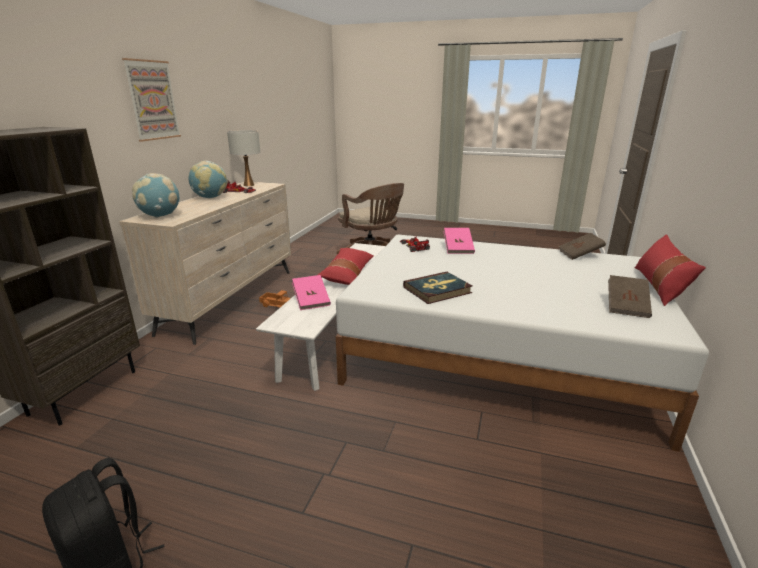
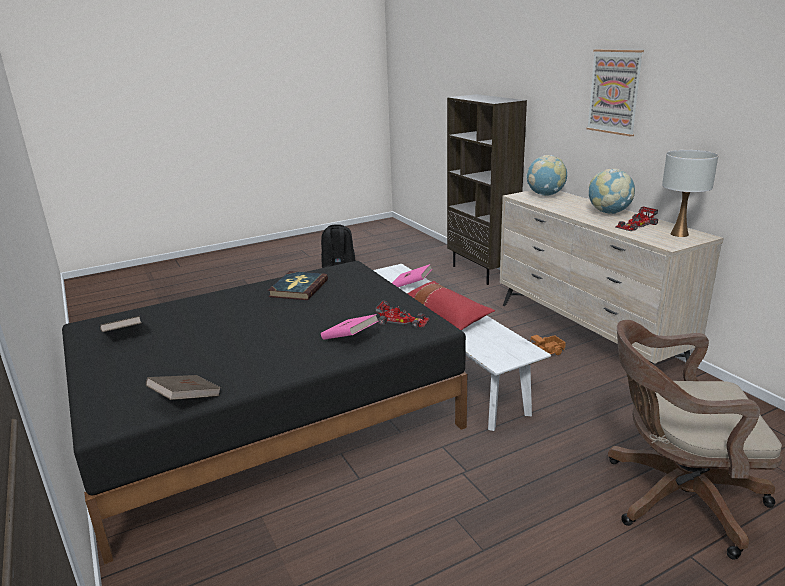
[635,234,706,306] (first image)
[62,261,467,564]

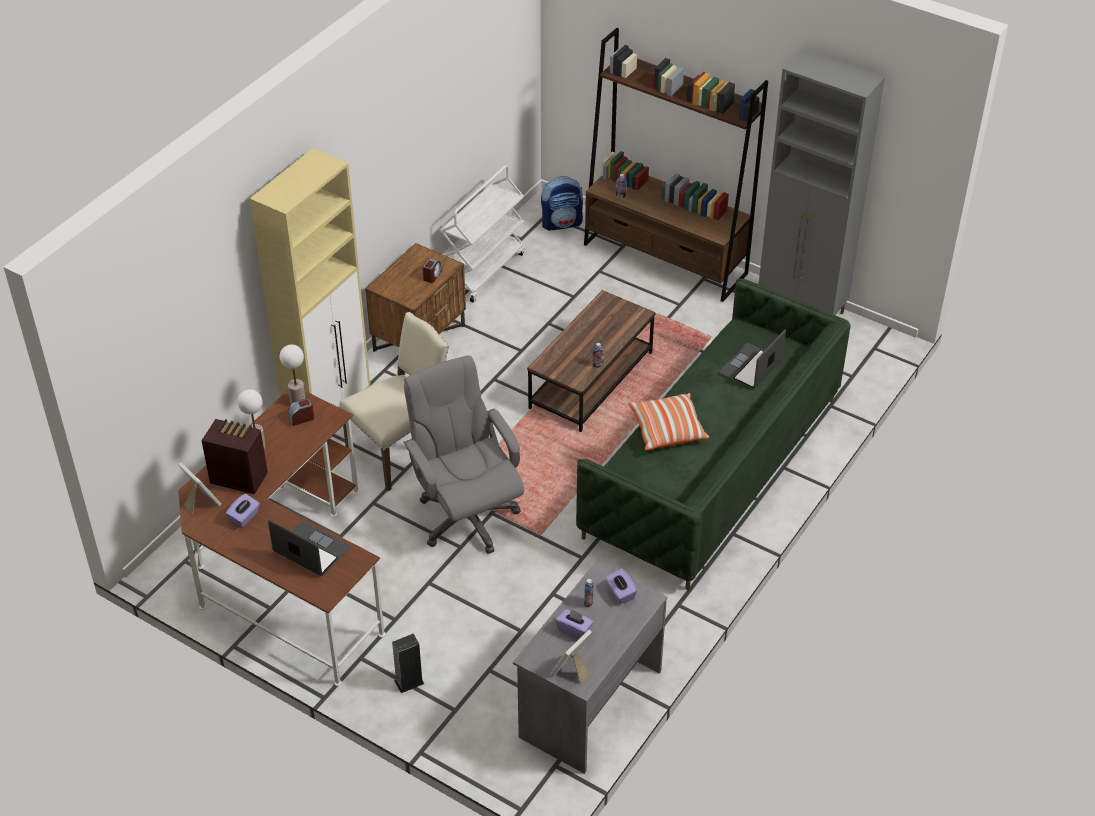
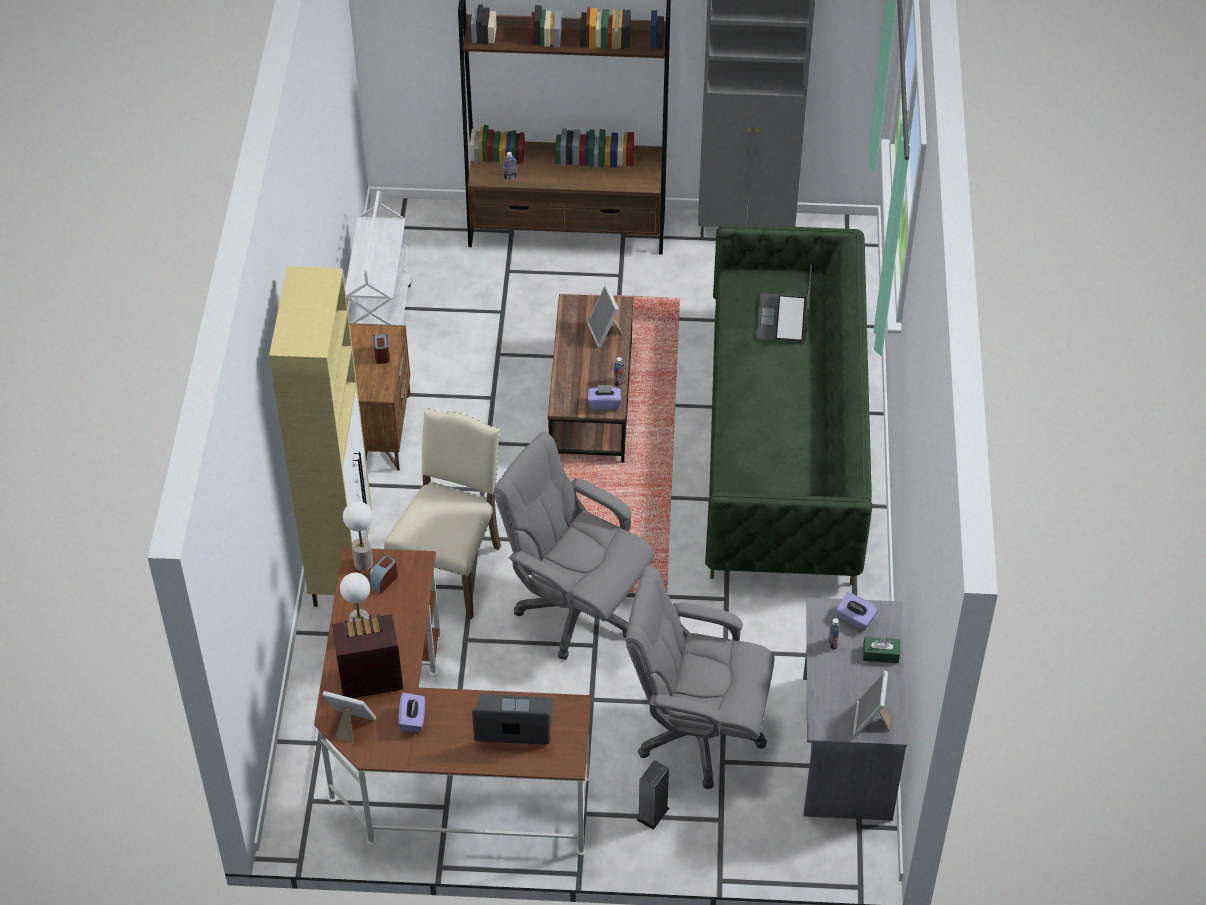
[541,176,583,230] (first image)
[628,393,709,450] (first image)
[588,385,621,411]
[587,285,623,348]
[626,566,774,789]
[863,637,900,663]

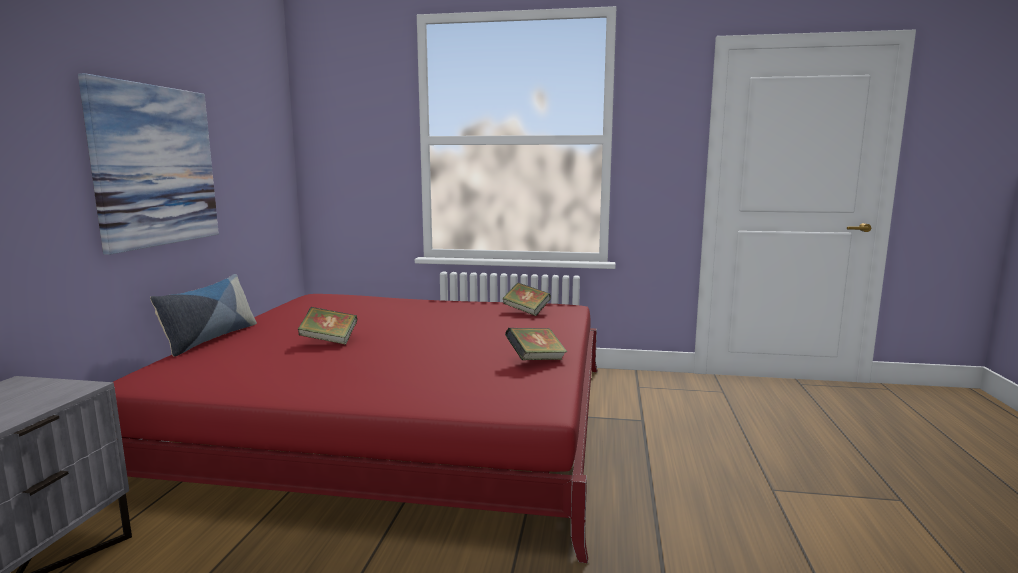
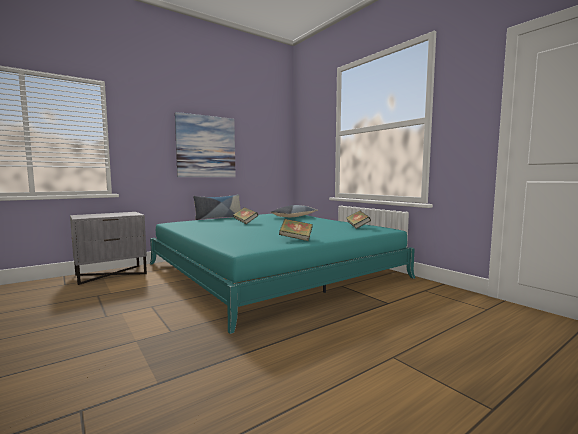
[150,214,415,334]
[270,205,318,217]

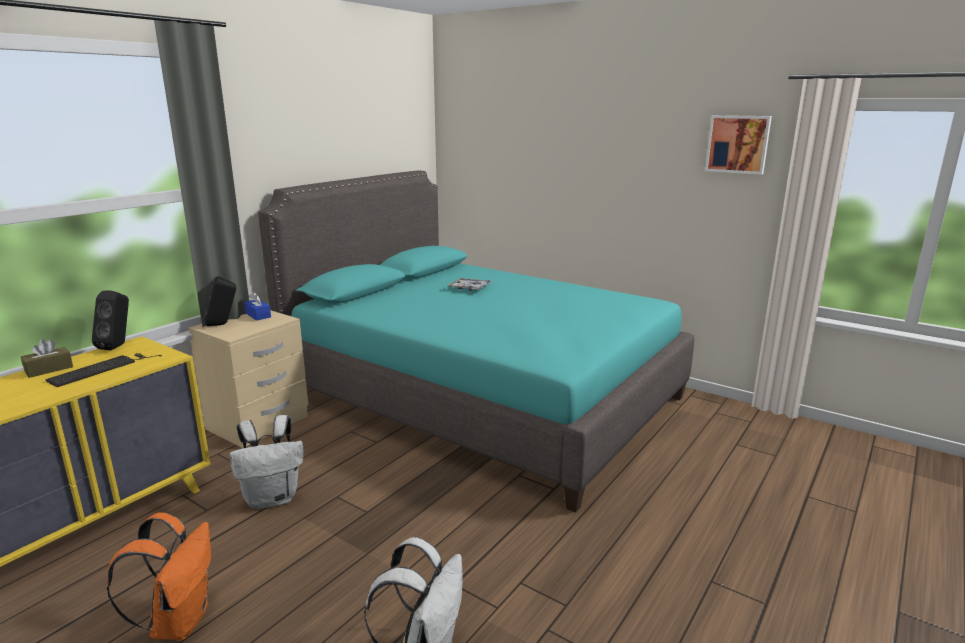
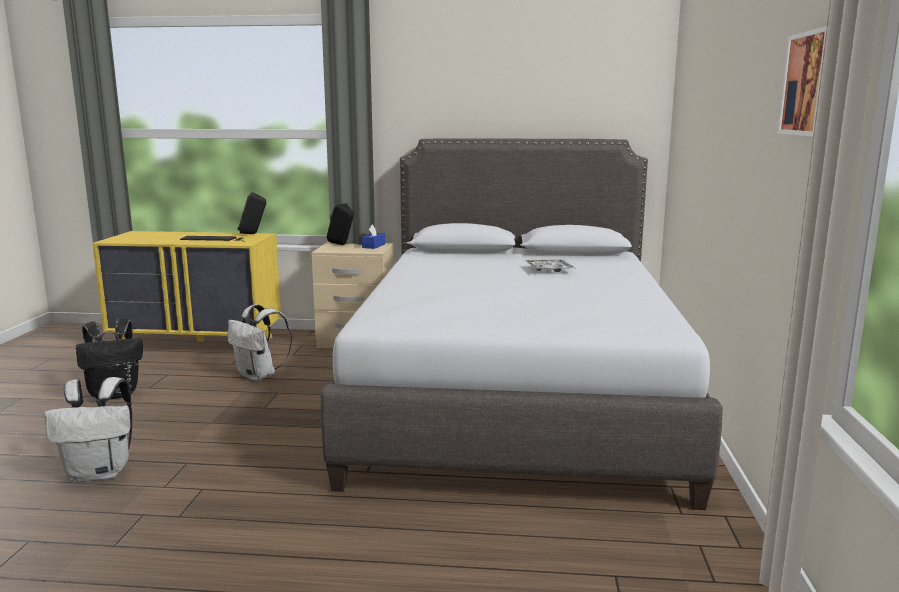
[321,138,723,510]
[21,339,73,378] (first image)
[76,318,143,399]

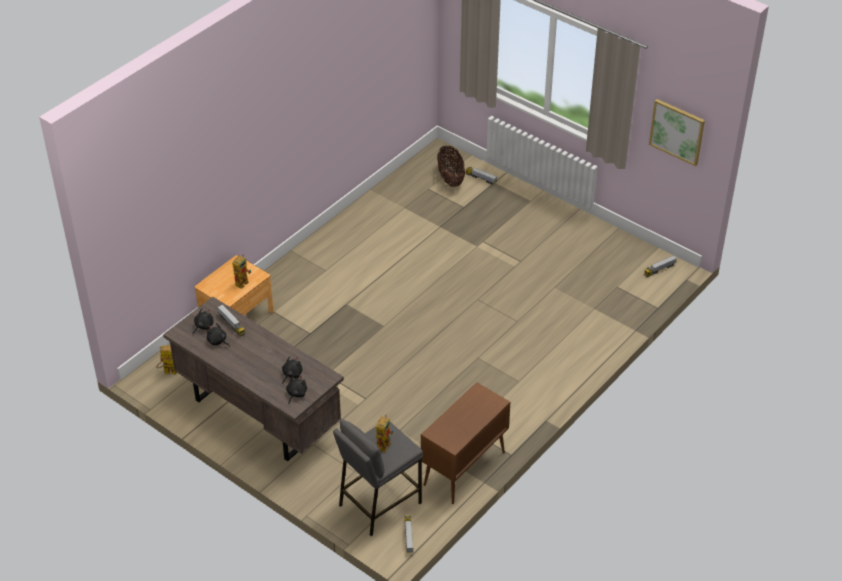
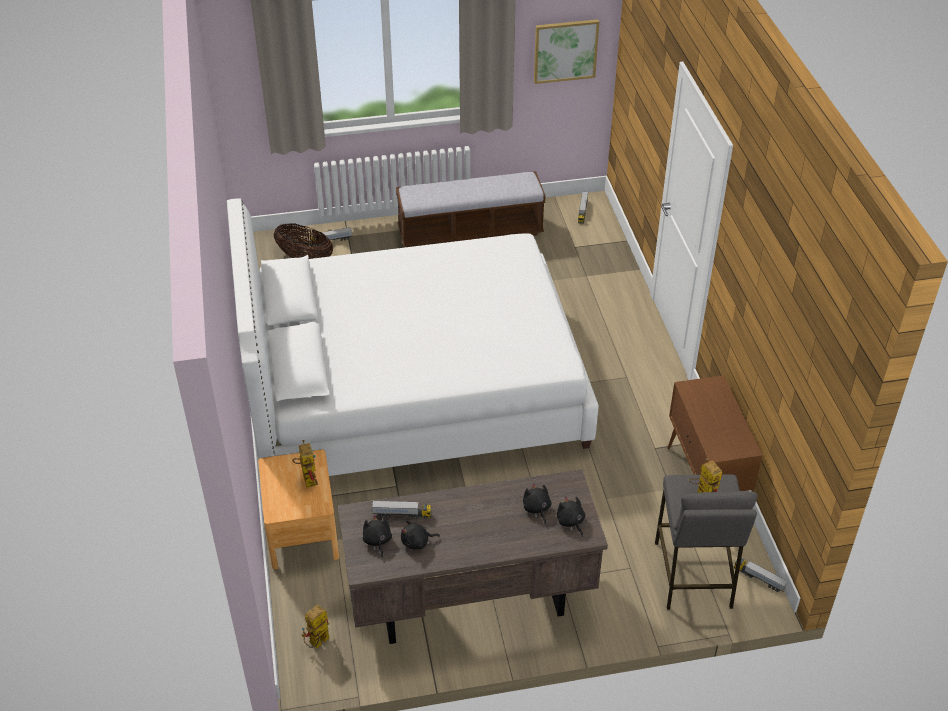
[396,171,545,248]
[227,198,599,476]

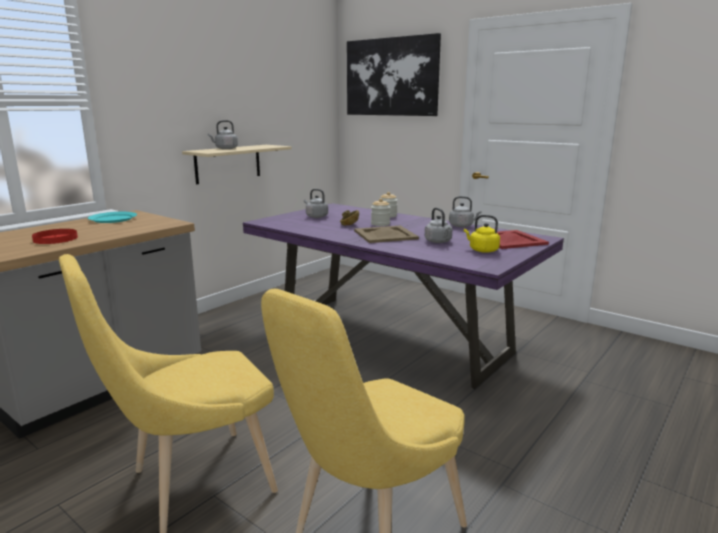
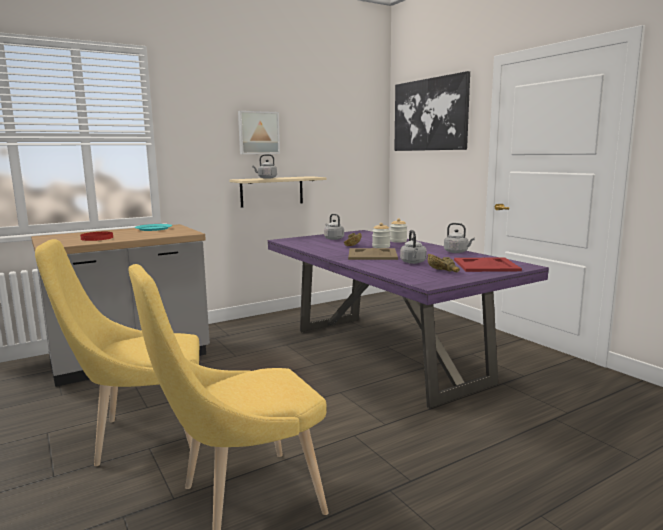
[428,254,460,272]
[238,111,280,154]

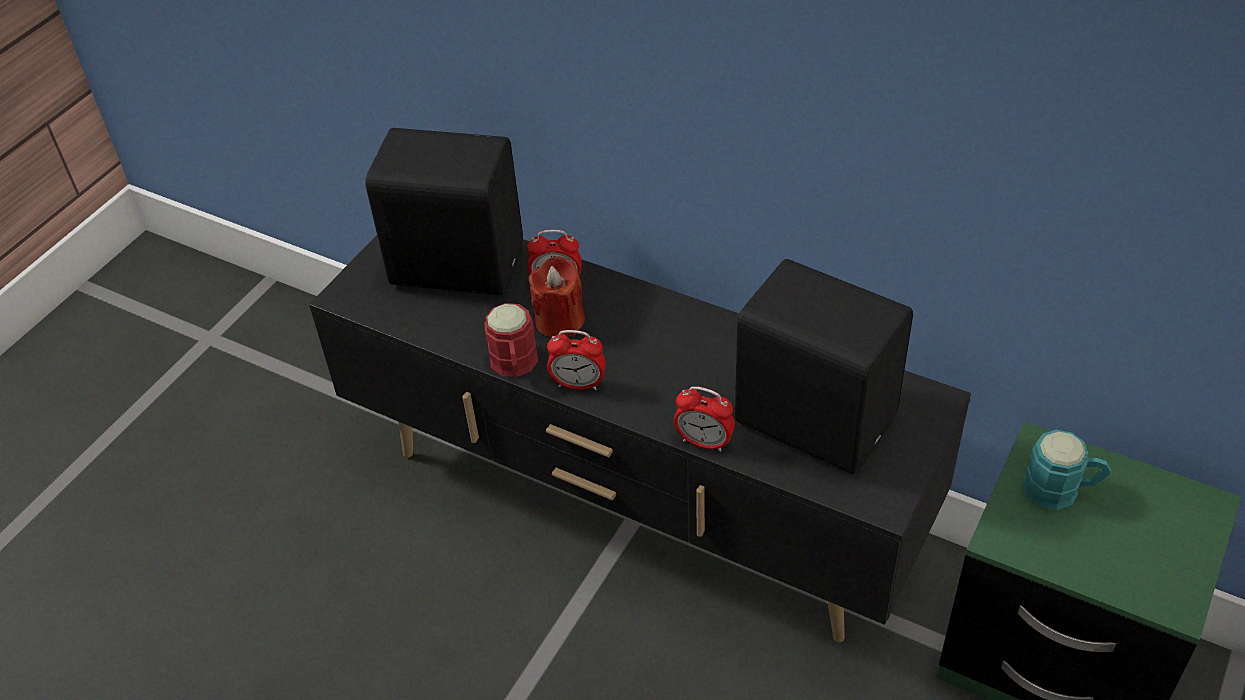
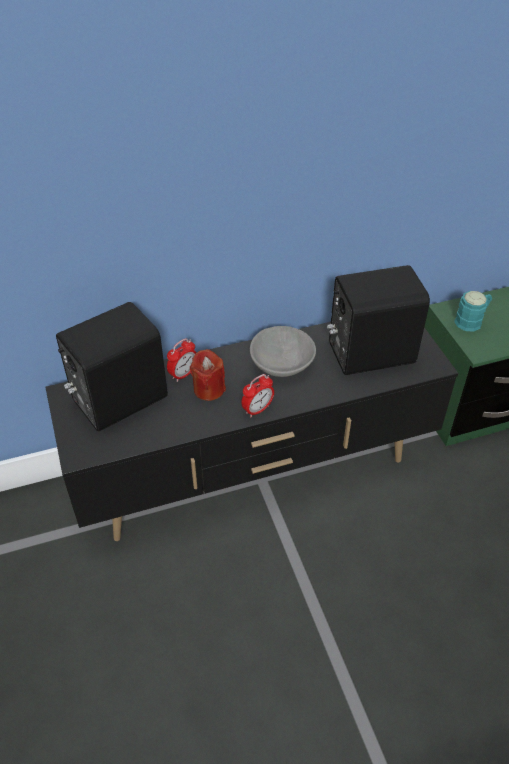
[484,303,538,377] (first image)
[674,386,735,452] (first image)
[250,326,316,377]

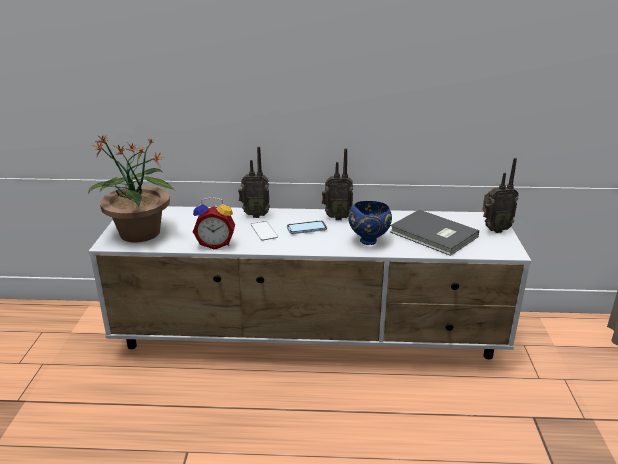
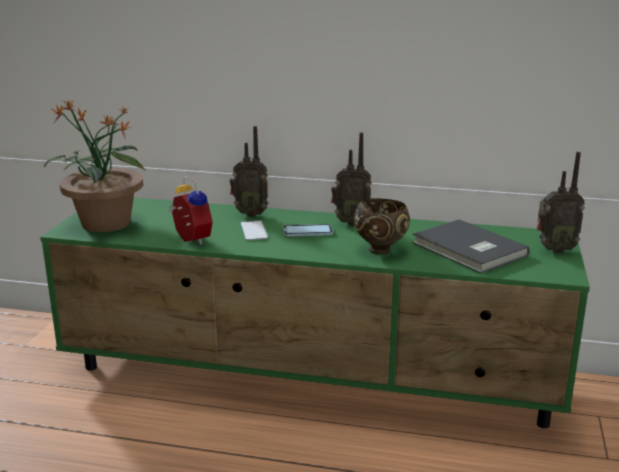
[169,177,213,245]
[354,198,410,255]
[40,198,590,428]

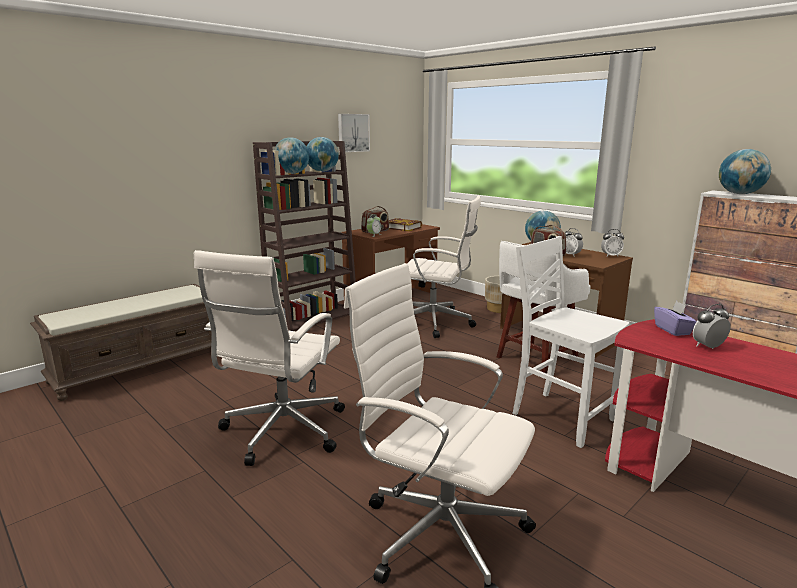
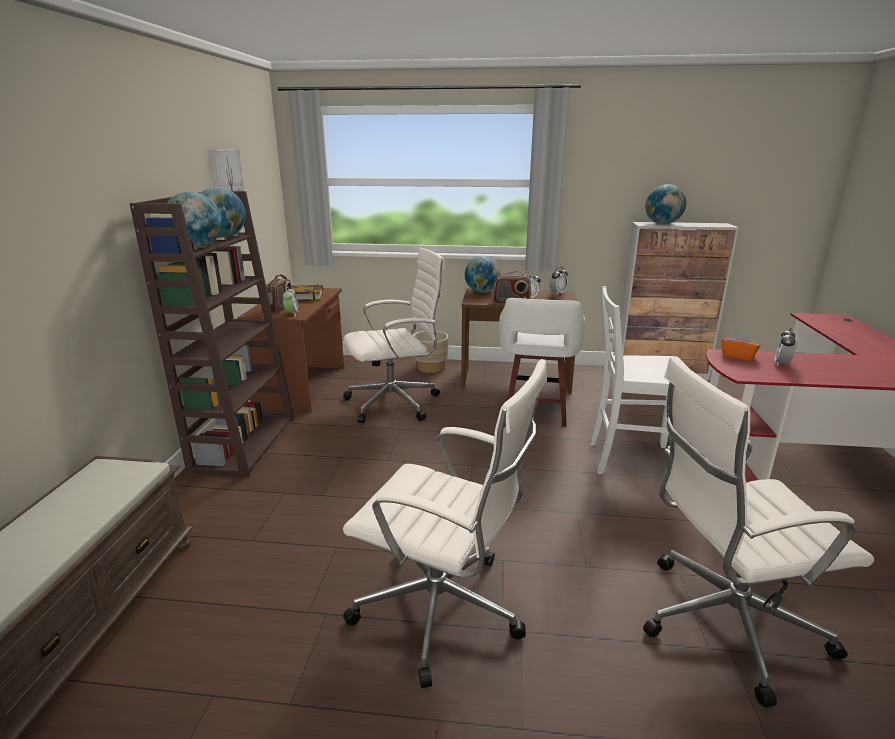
[343,359,547,688]
[721,330,760,361]

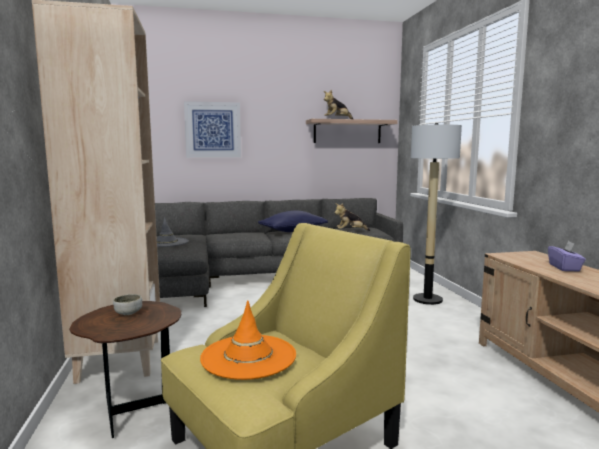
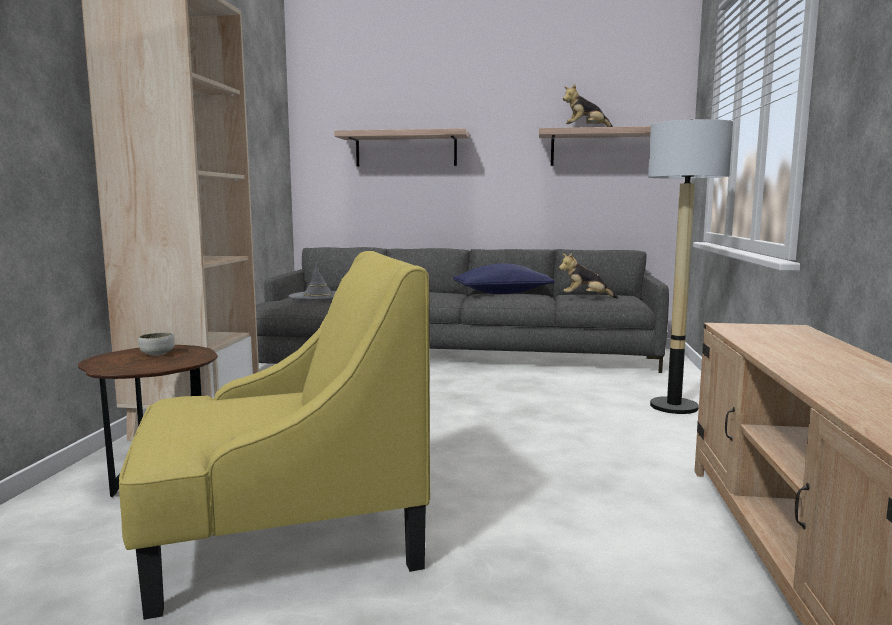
[334,128,469,167]
[548,241,586,271] (first image)
[200,300,296,380] (first image)

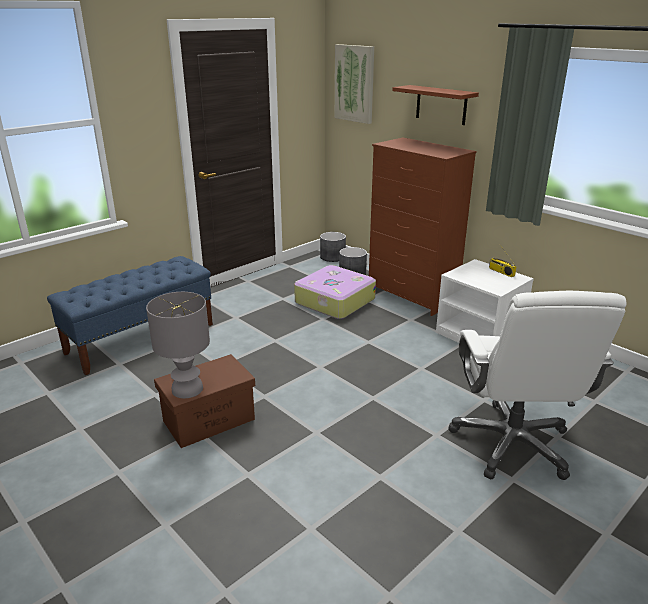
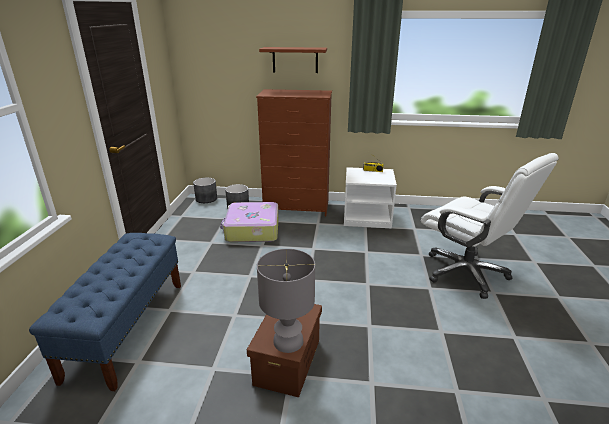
[335,44,374,124] (first image)

